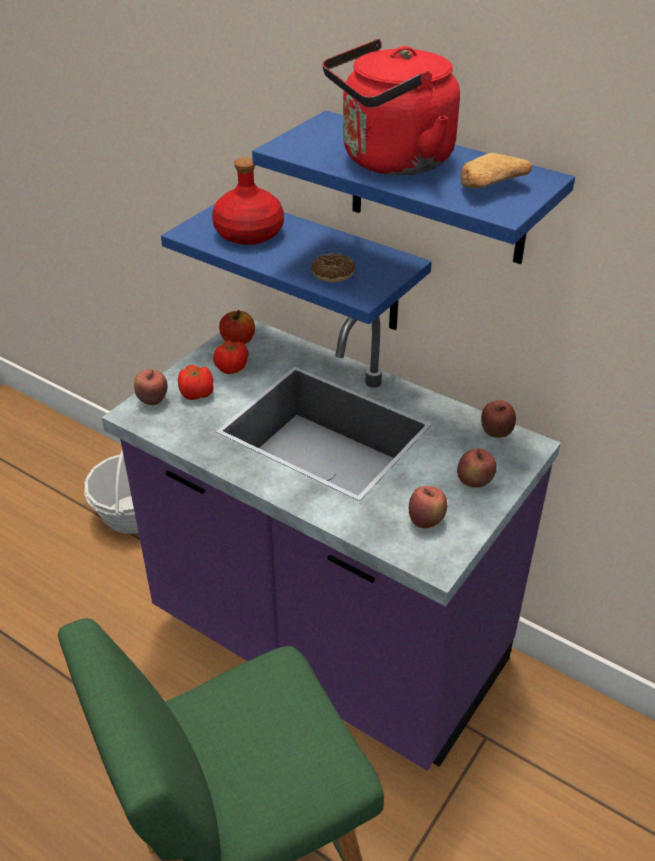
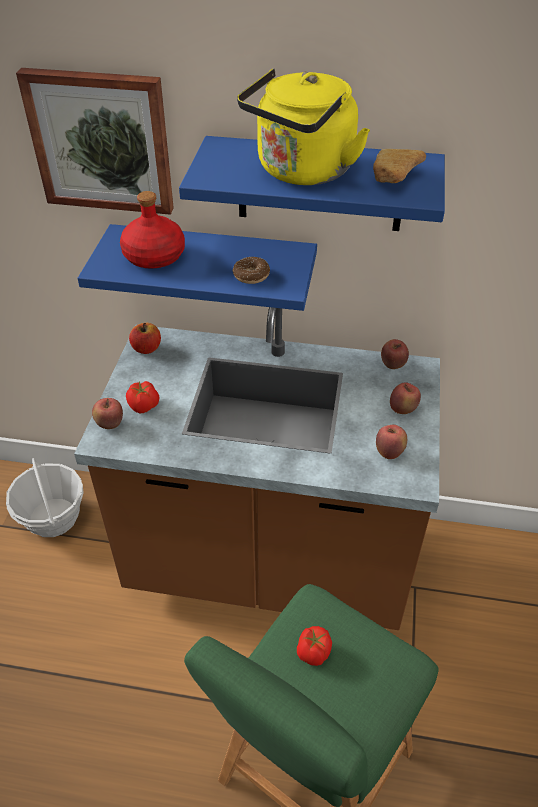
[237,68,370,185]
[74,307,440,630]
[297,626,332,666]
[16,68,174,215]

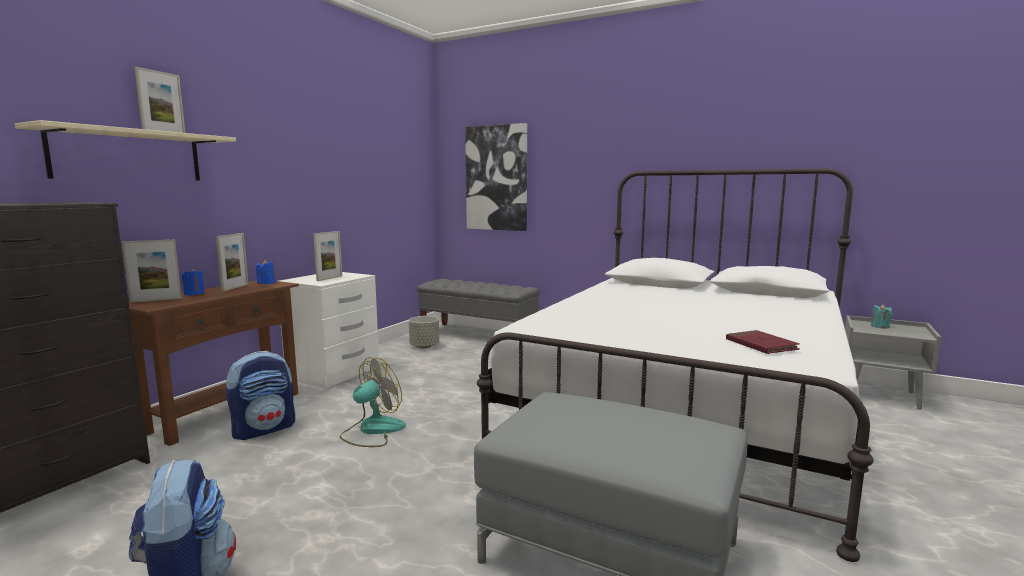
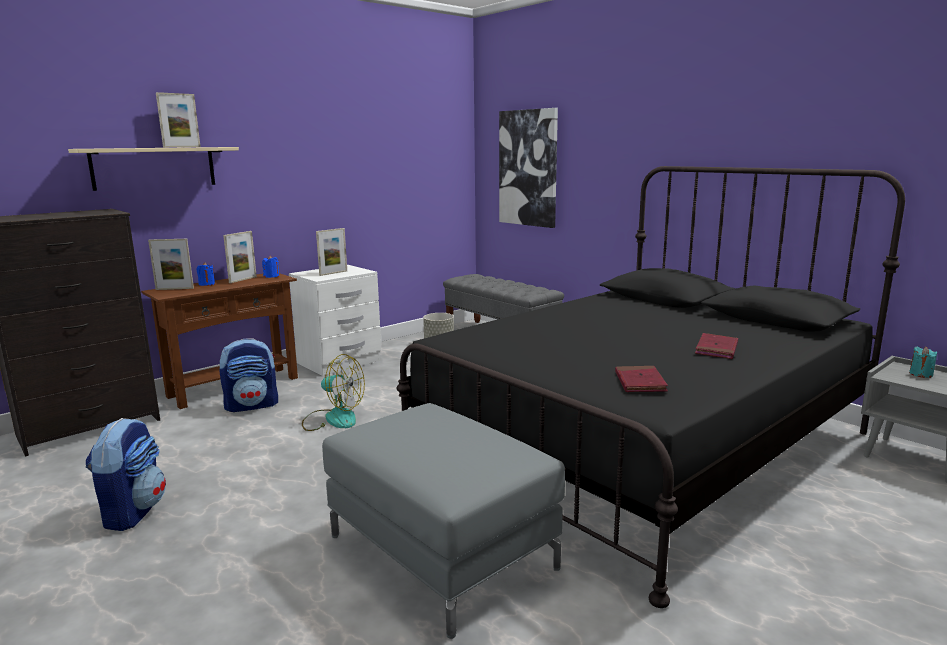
[397,166,905,608]
[302,354,365,431]
[695,333,738,359]

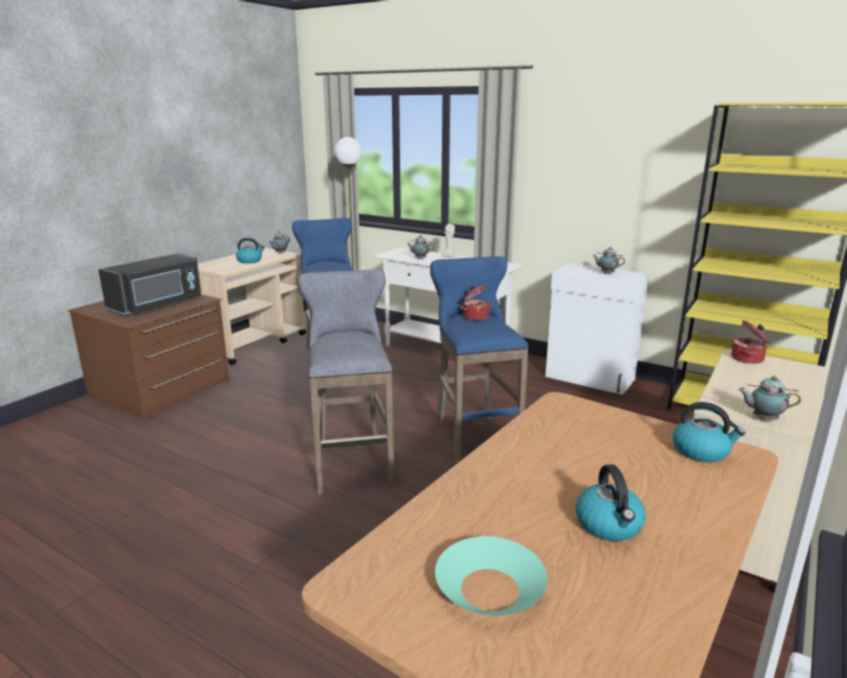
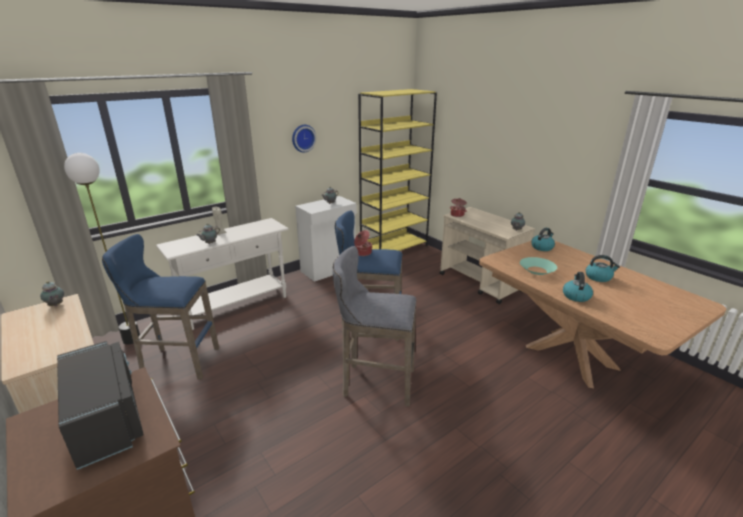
[563,272,593,302]
[520,257,557,275]
[292,125,316,153]

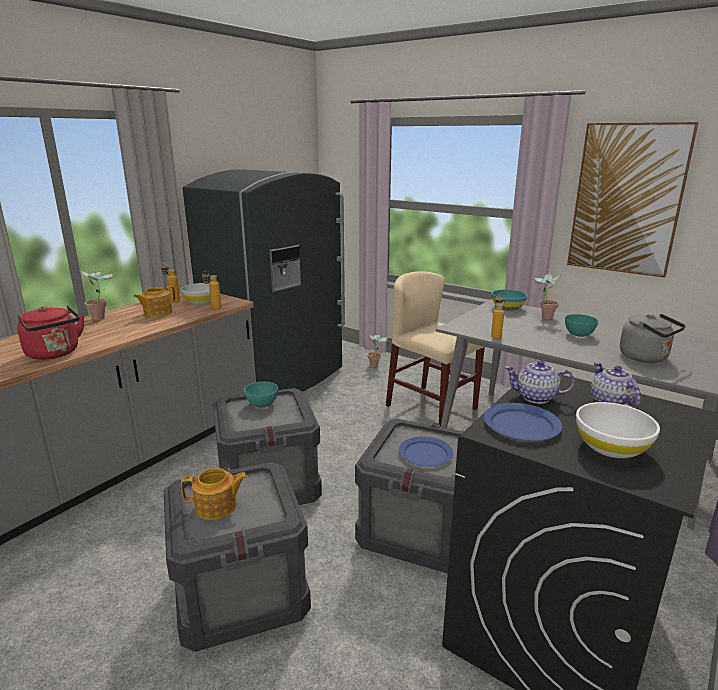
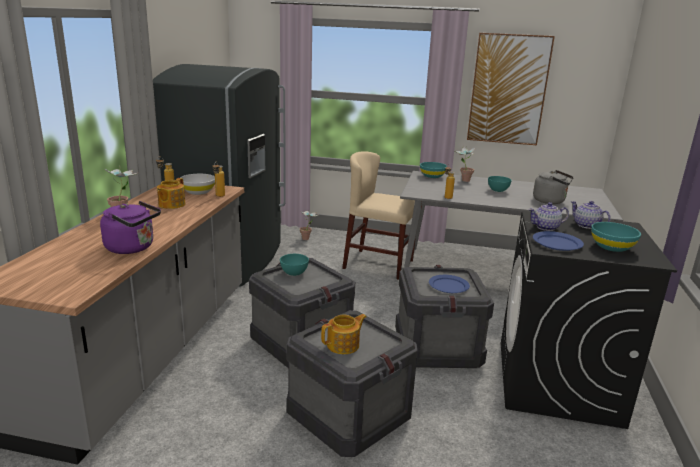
[100,201,161,254]
[591,222,641,252]

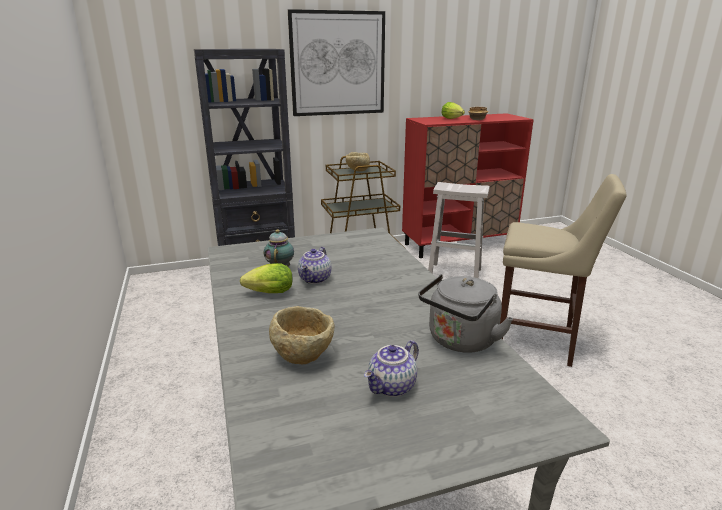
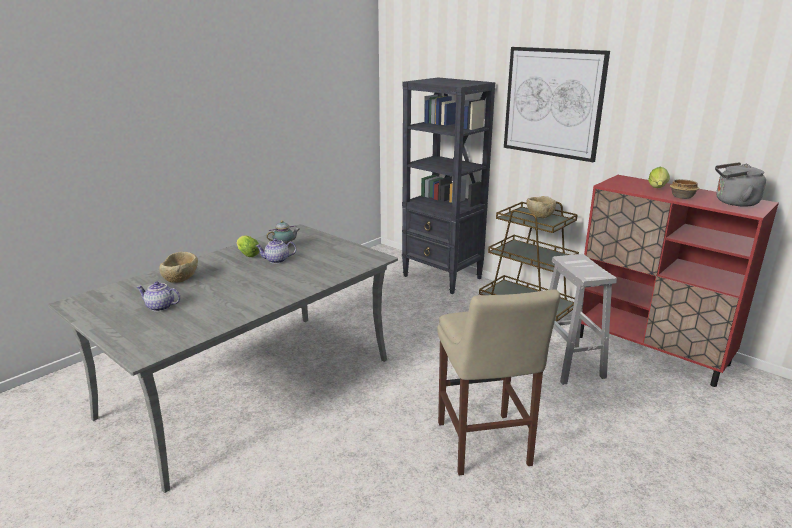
[715,162,766,207]

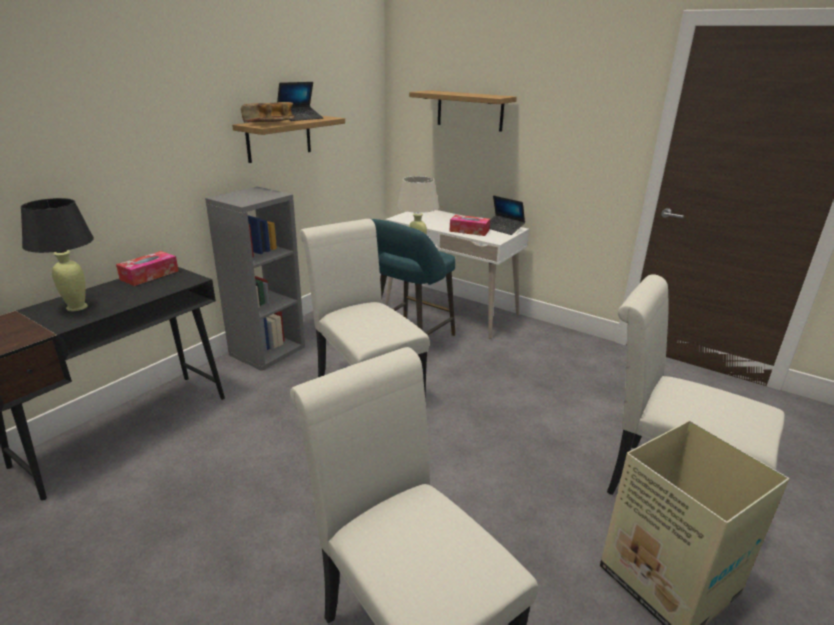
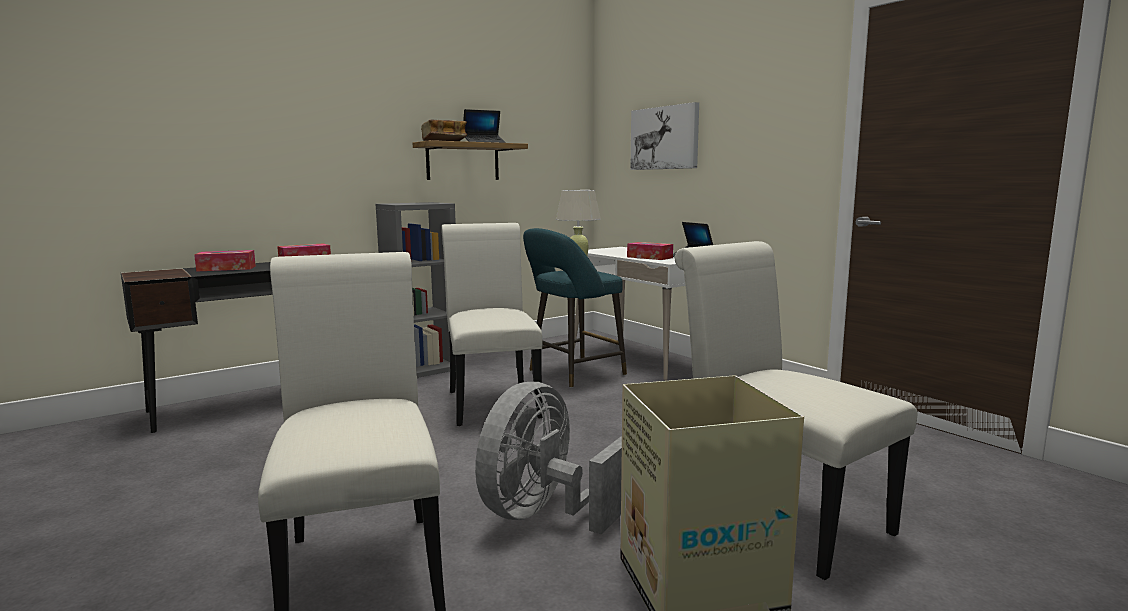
[630,102,699,170]
[194,250,256,272]
[475,382,622,534]

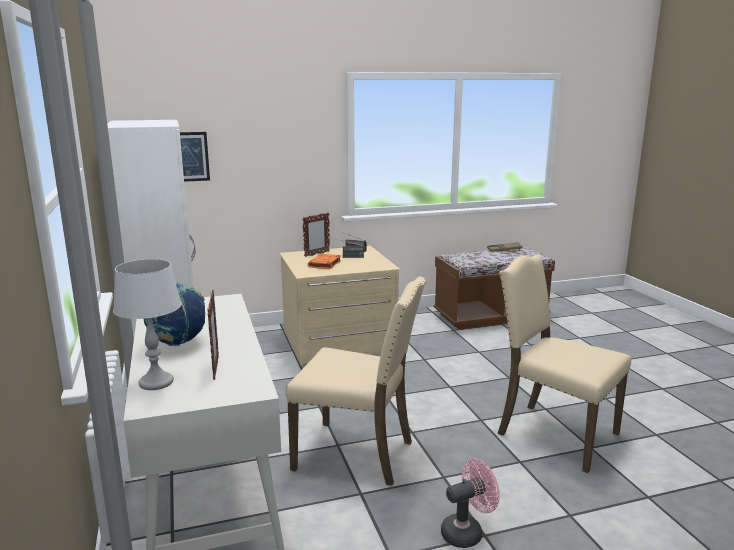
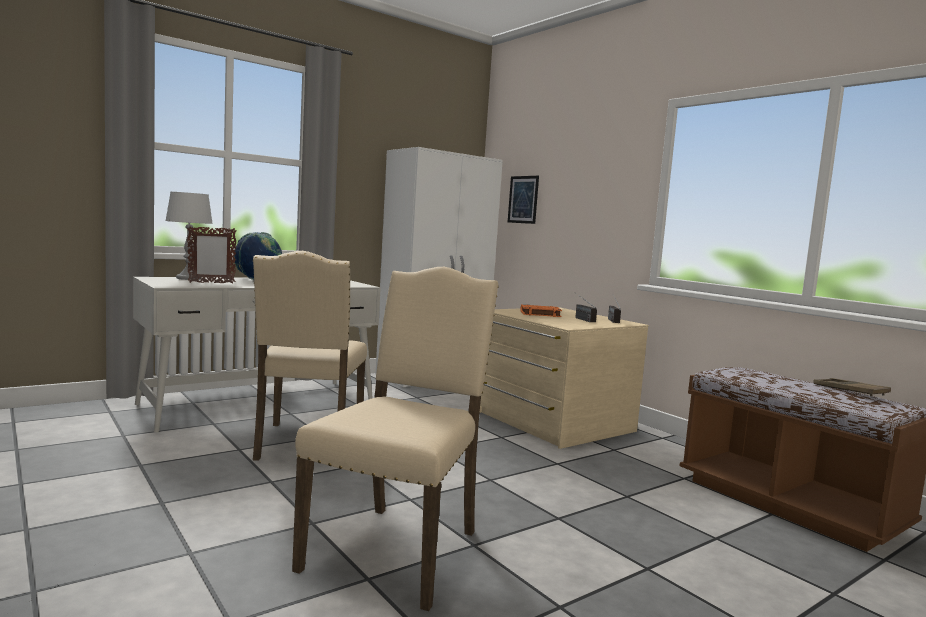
[302,212,330,257] (first image)
[441,459,500,548] (first image)

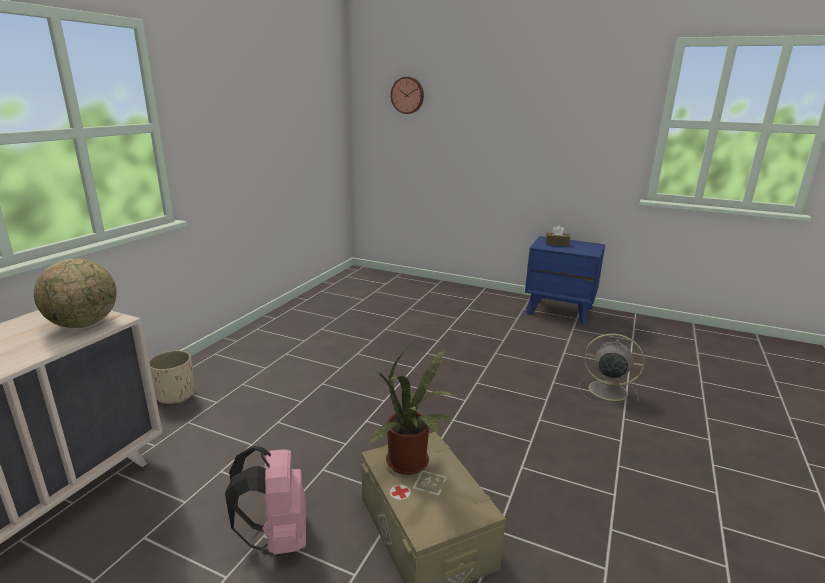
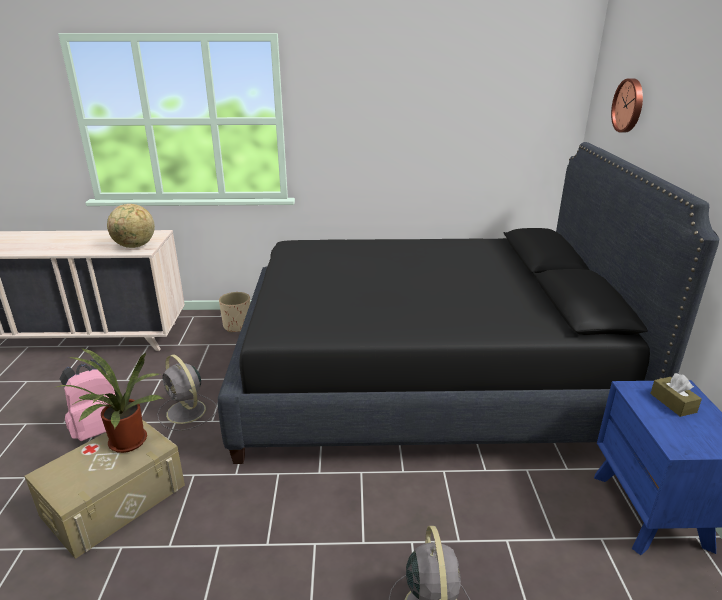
[218,142,719,464]
[157,354,217,431]

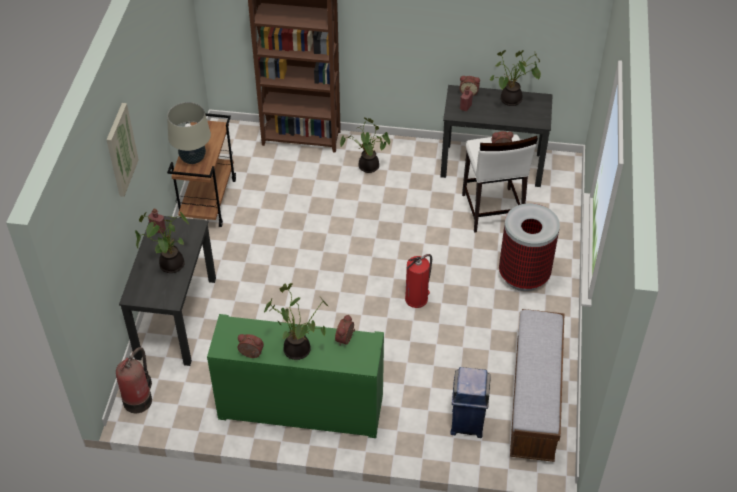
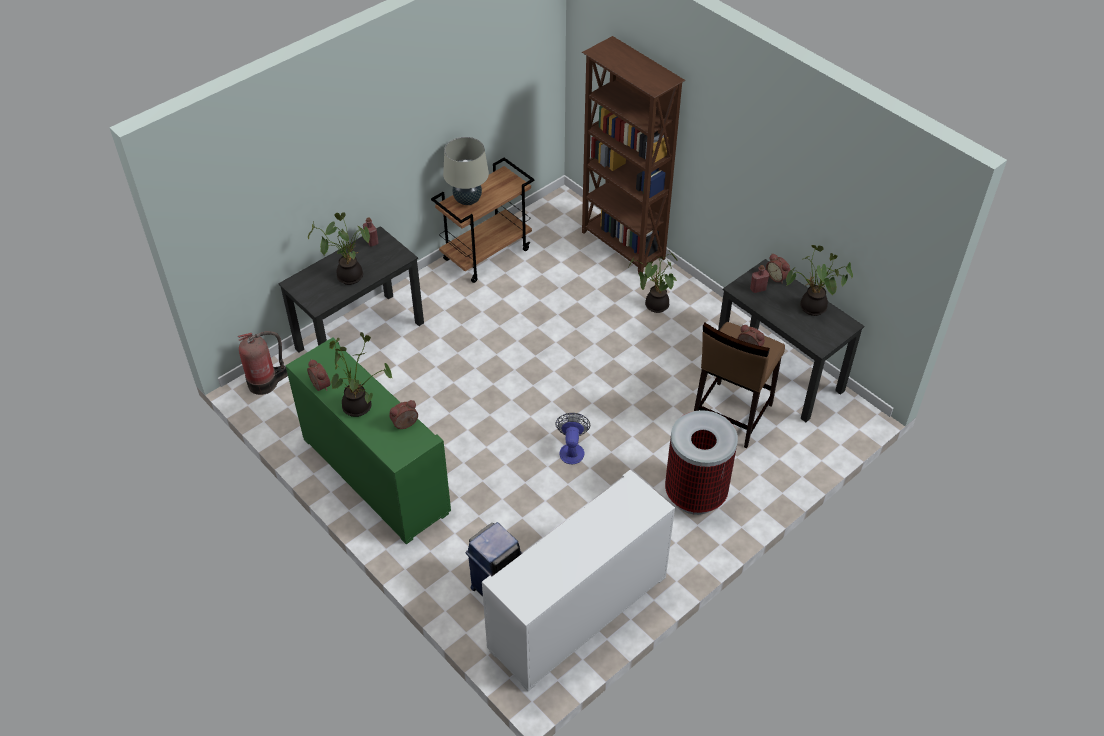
[106,103,139,197] (first image)
[694,322,785,448]
[555,413,590,464]
[482,470,675,691]

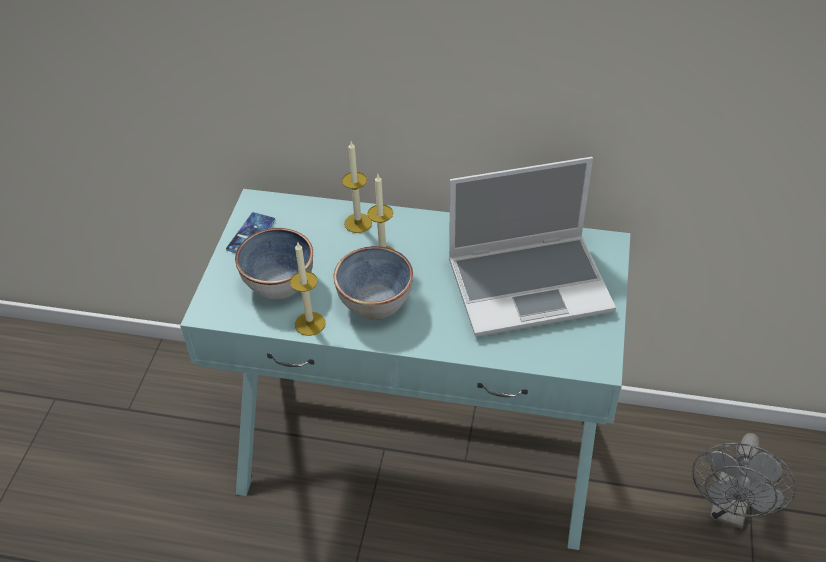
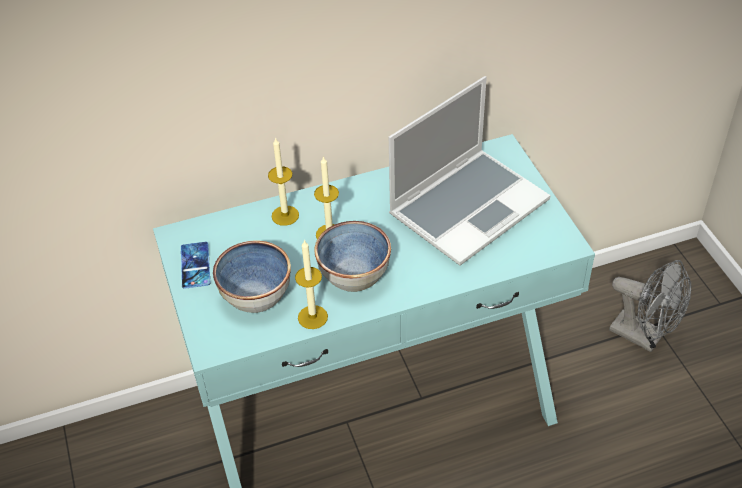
[609,260,691,352]

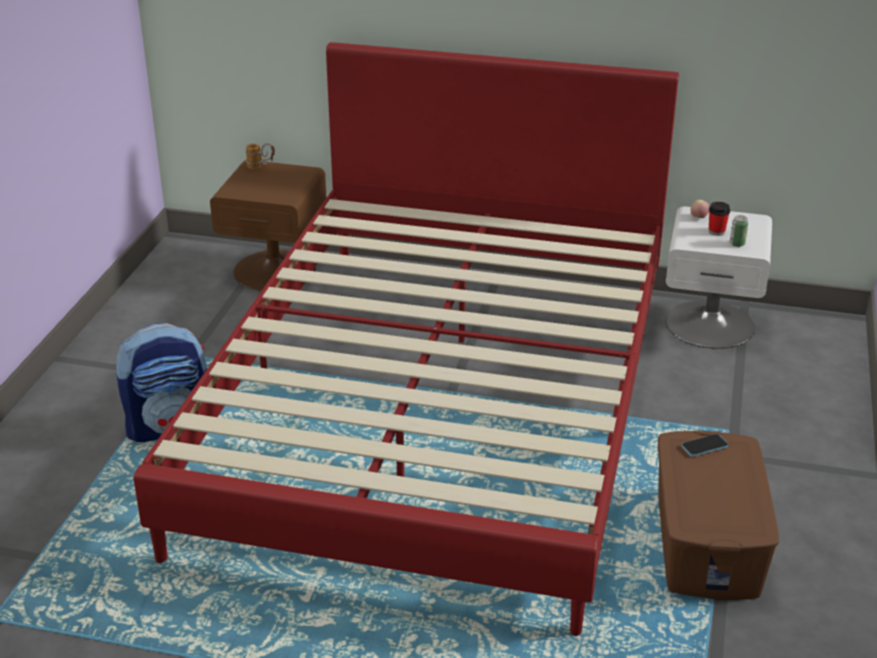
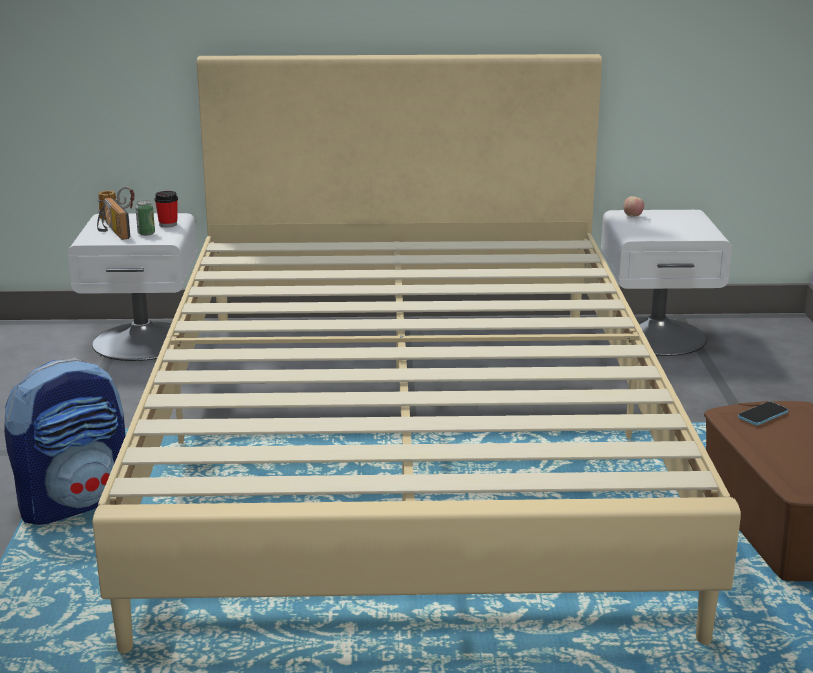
[93,54,741,653]
[68,213,197,361]
[154,191,178,228]
[135,200,155,236]
[97,197,130,240]

